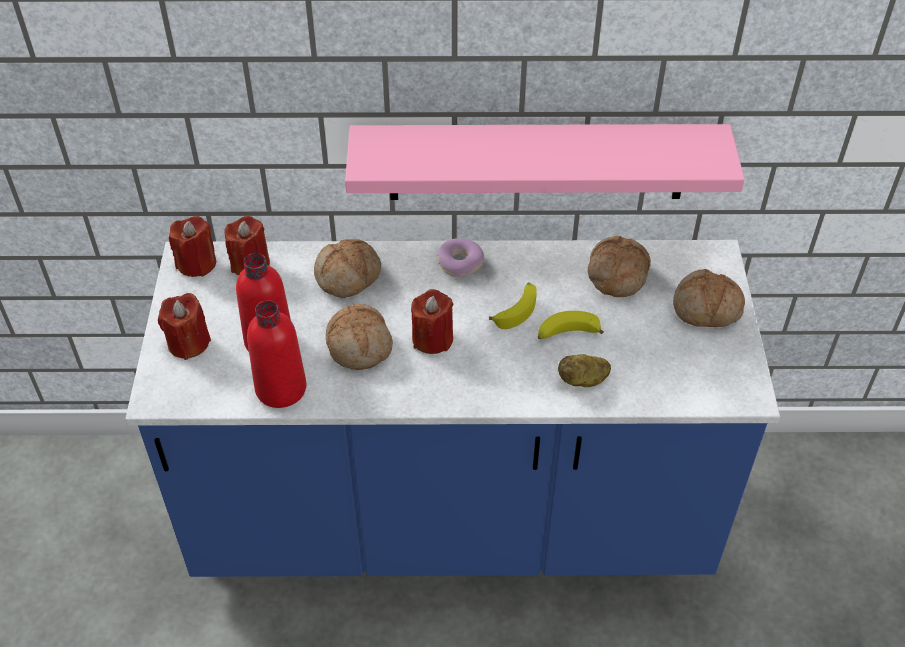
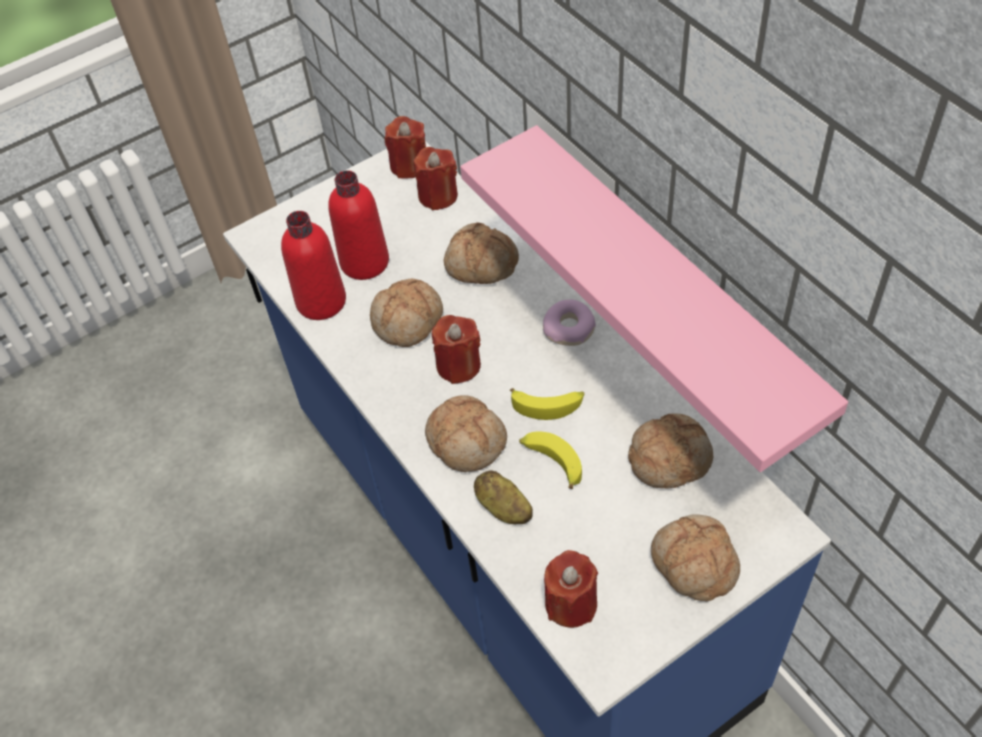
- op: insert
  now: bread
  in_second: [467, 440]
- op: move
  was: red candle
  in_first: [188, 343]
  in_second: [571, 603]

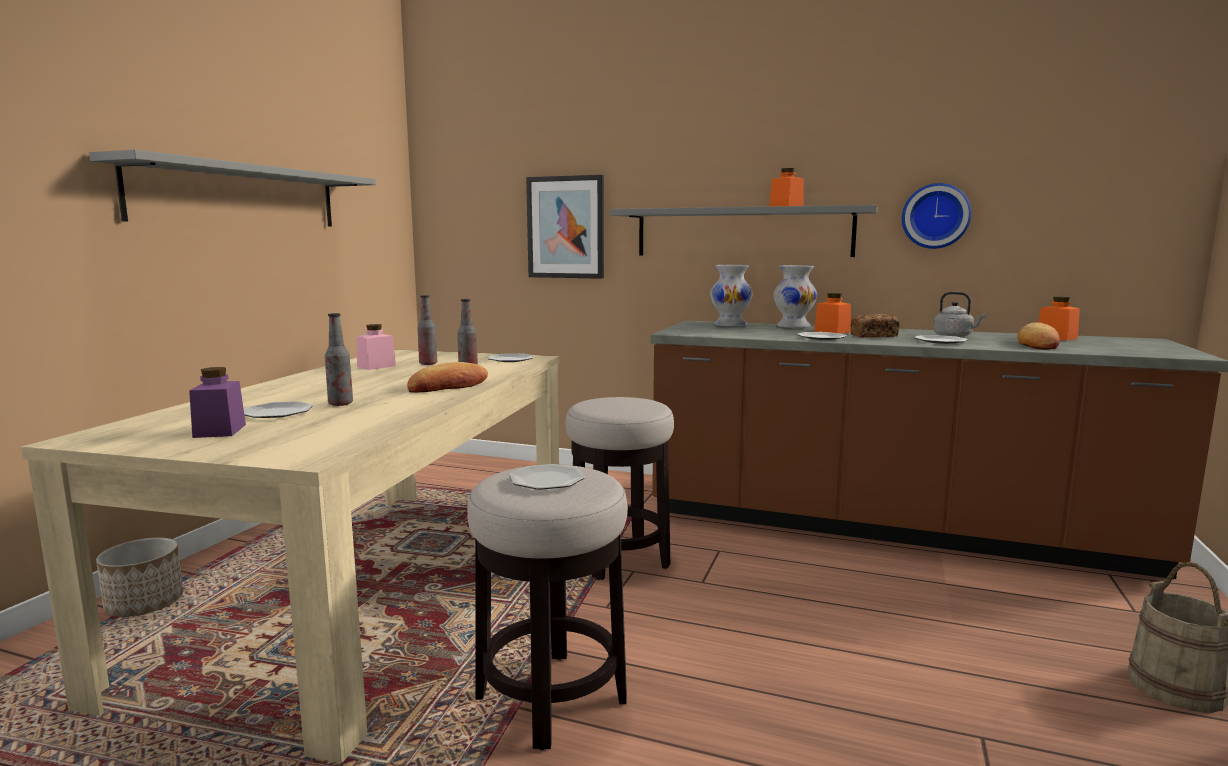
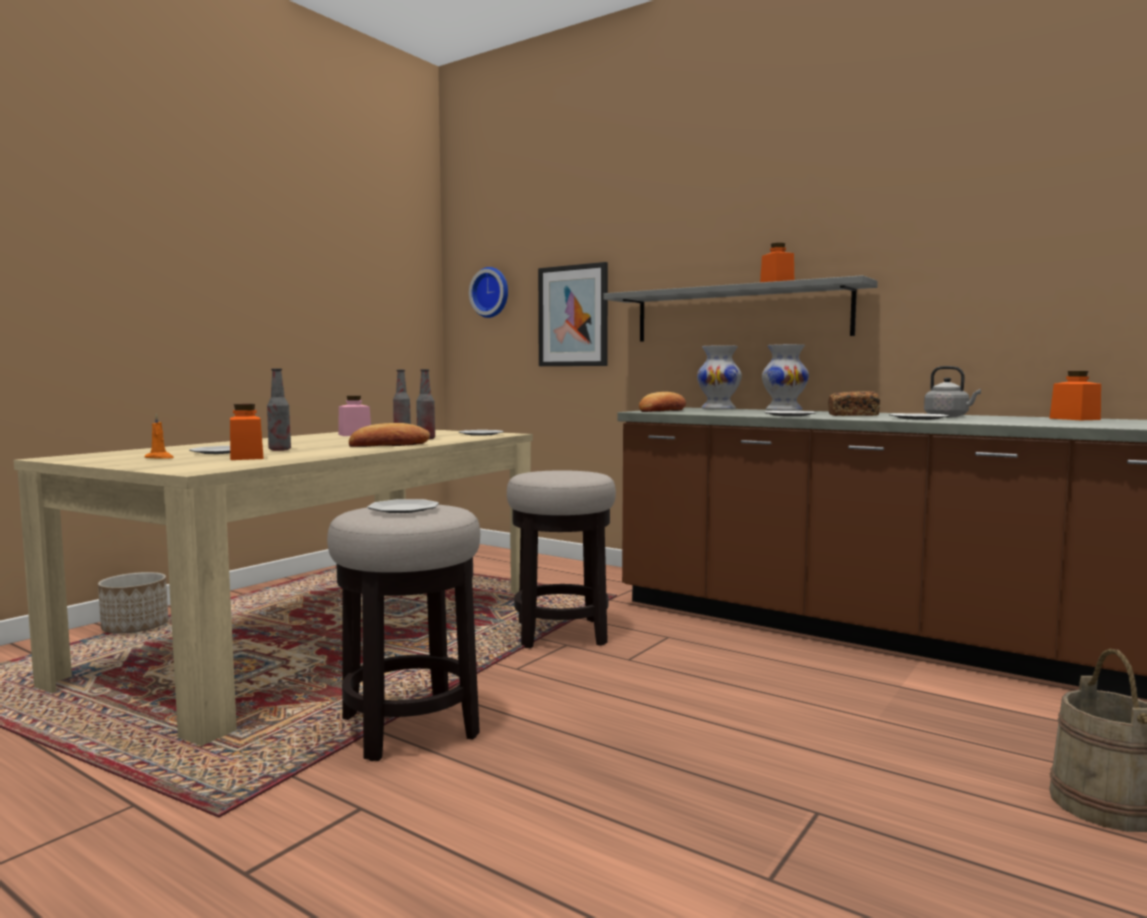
- op: delete
  was: grey shelf
  in_first: [240, 196]
- op: move
  was: orange jar
  in_first: [832, 331]
  in_second: [246, 457]
- op: move
  was: wall clock
  in_first: [935, 216]
  in_second: [491, 292]
- op: move
  was: bread
  in_first: [1038, 344]
  in_second: [662, 410]
- op: replace
  was: purple jar
  now: orange candle
  in_first: [220, 431]
  in_second: [160, 458]

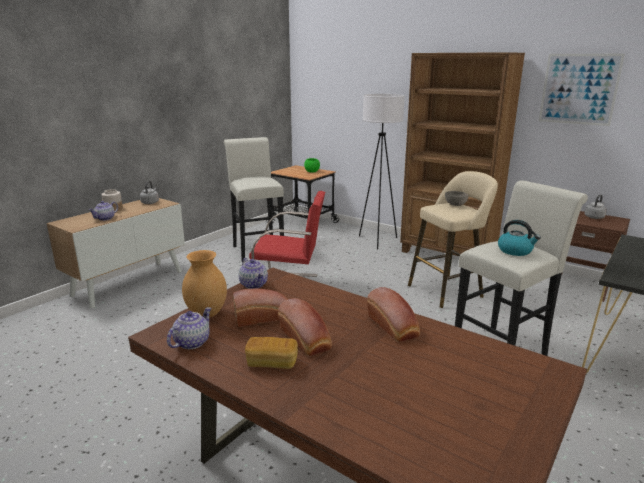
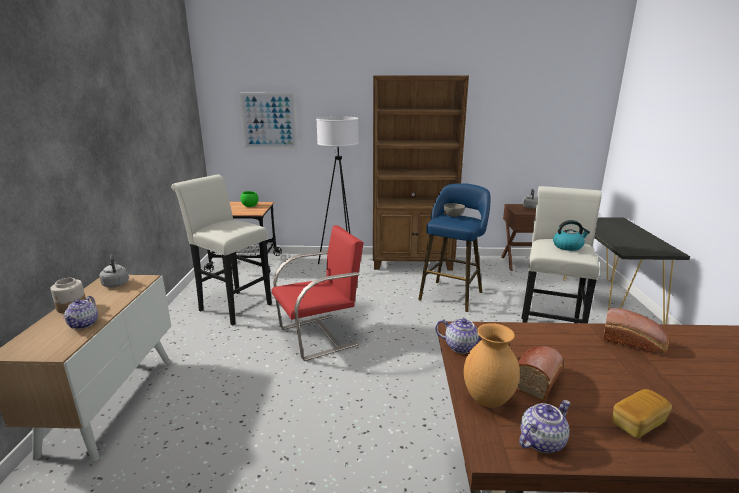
- op: delete
  was: bread
  in_first: [306, 340]
- op: move
  was: picture
  in_first: [579, 89]
  in_second: [269, 121]
- op: recolor
  was: beige stool
  now: blue stool
  in_first: [448, 290]
  in_second: [452, 294]
- op: rotate
  was: teapot
  in_first: [192, 342]
  in_second: [541, 441]
  clockwise: 60

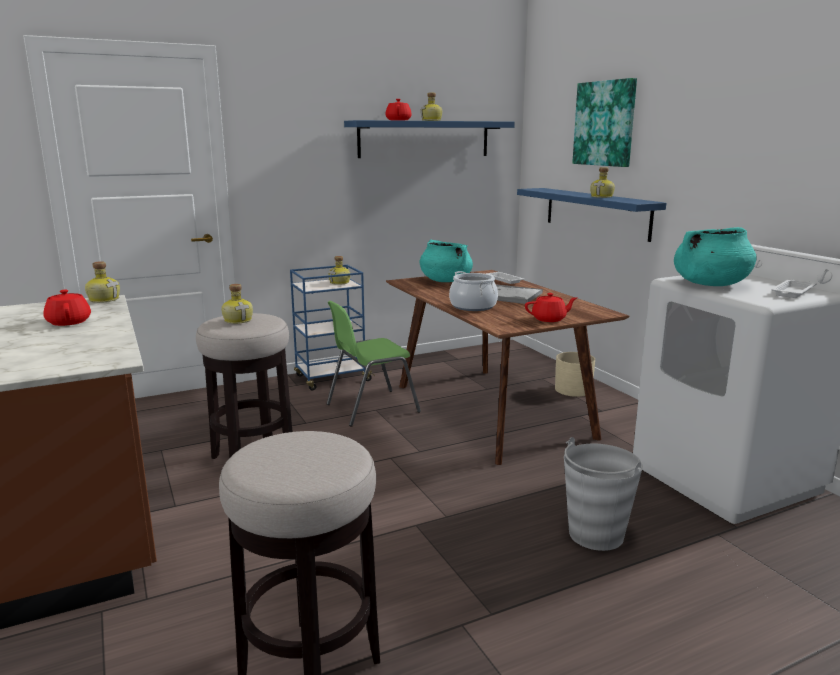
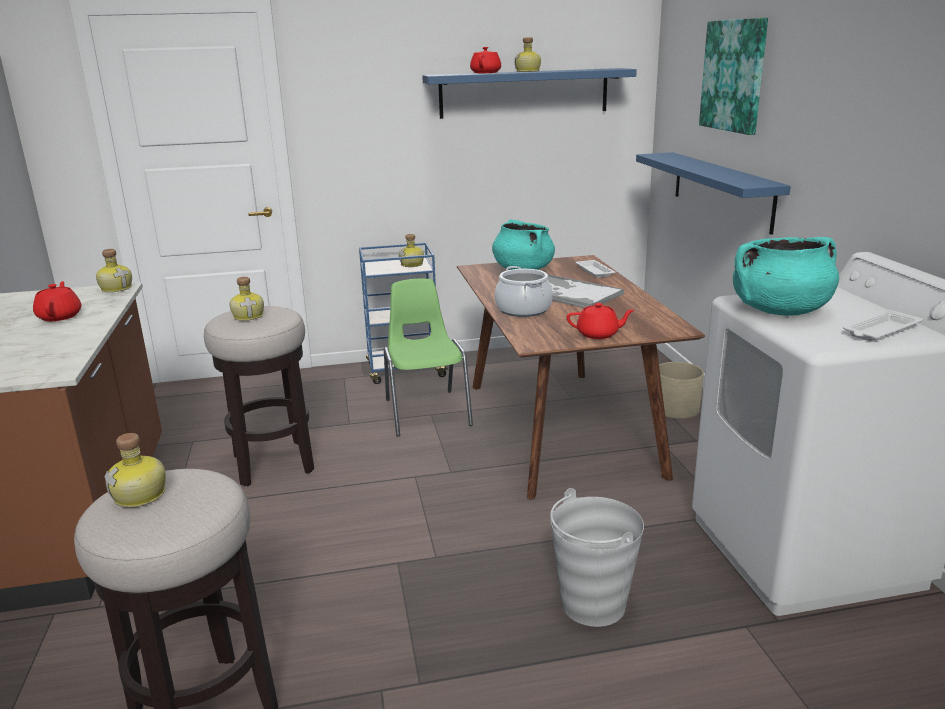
- op: move
  was: bottle
  in_first: [602, 197]
  in_second: [141, 495]
- op: rotate
  was: green chair
  in_first: [370, 408]
  in_second: [426, 412]
  clockwise: 90

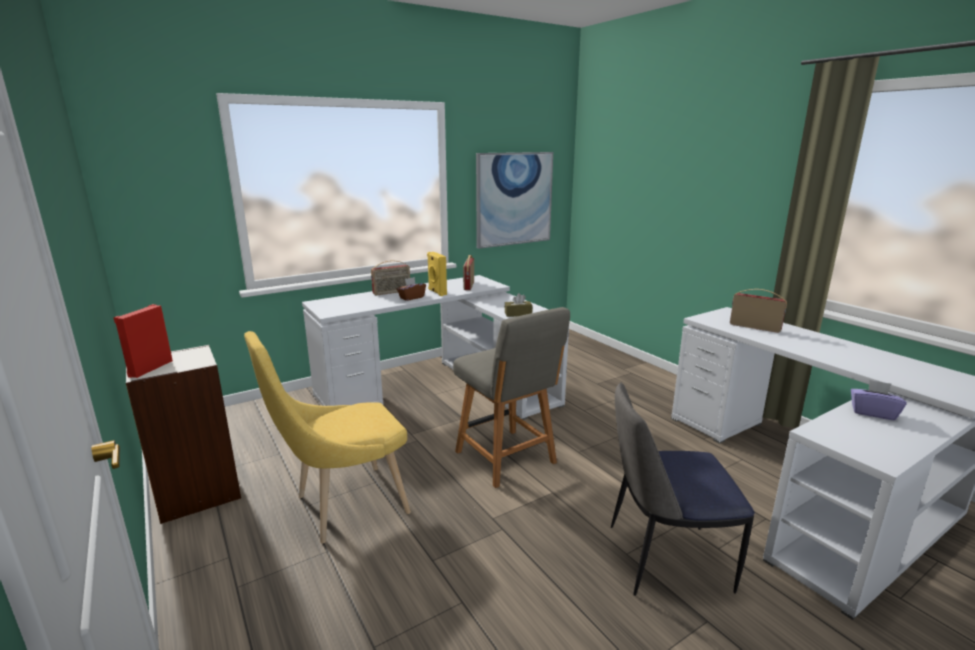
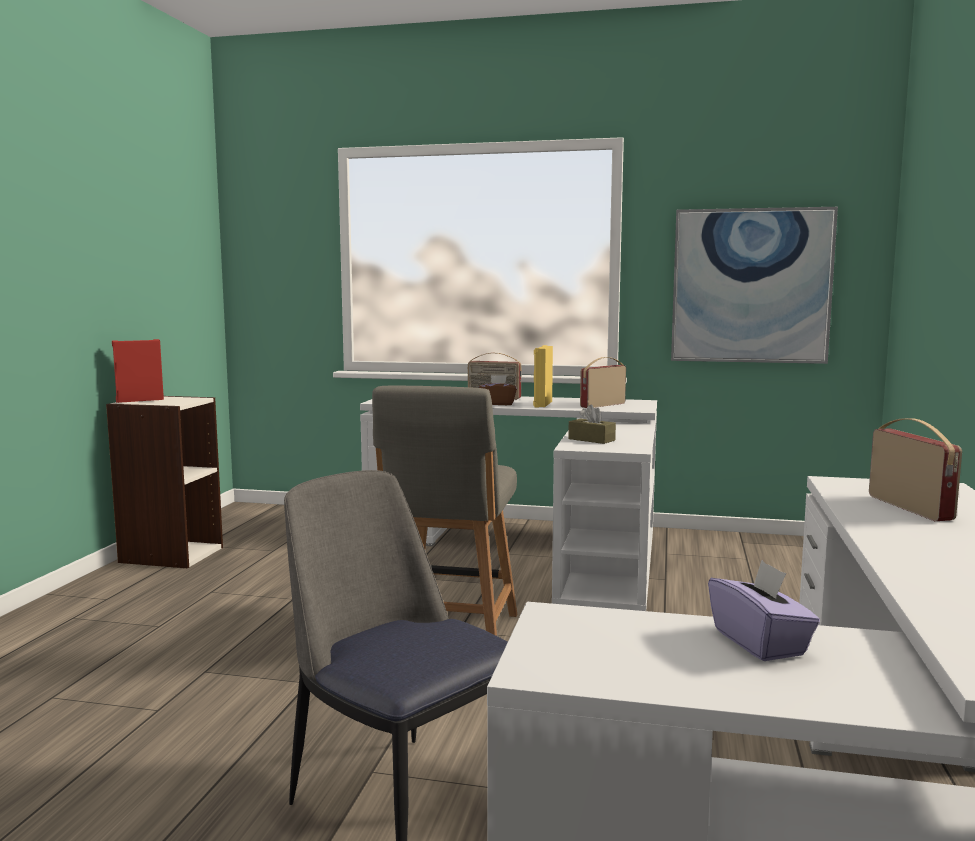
- op: delete
  was: yellow chair
  in_first: [344, 507]

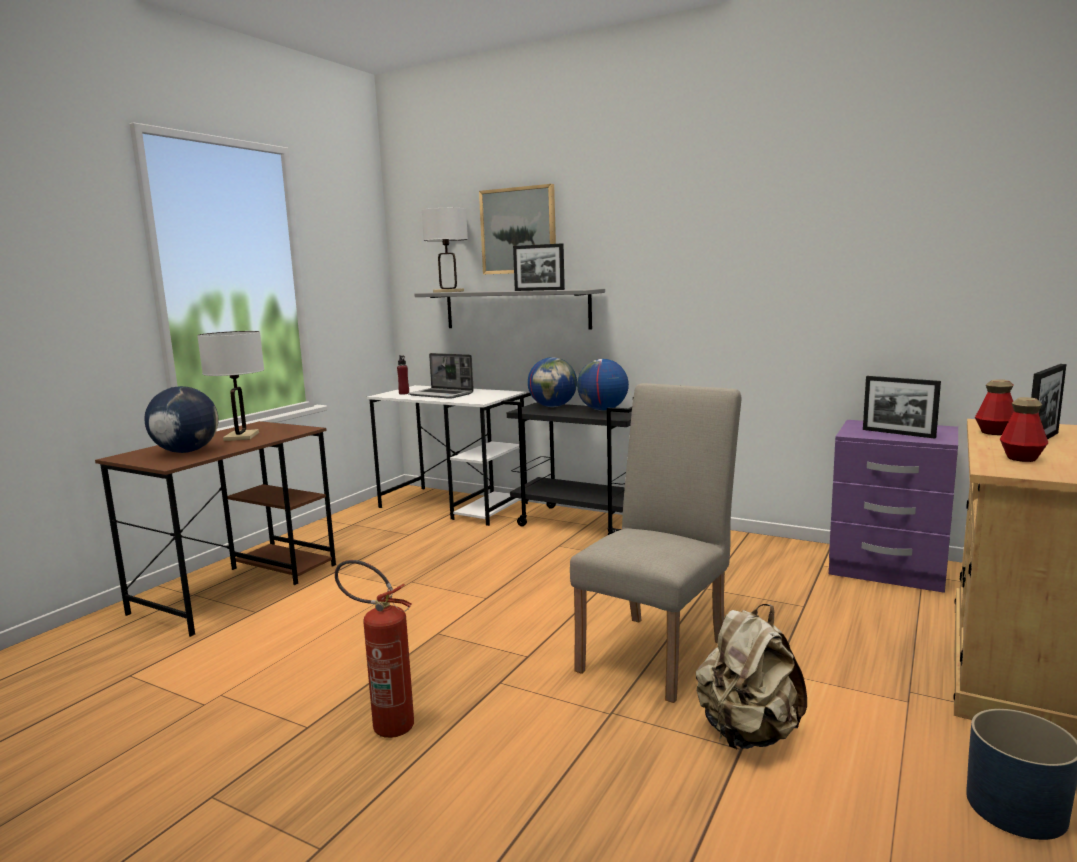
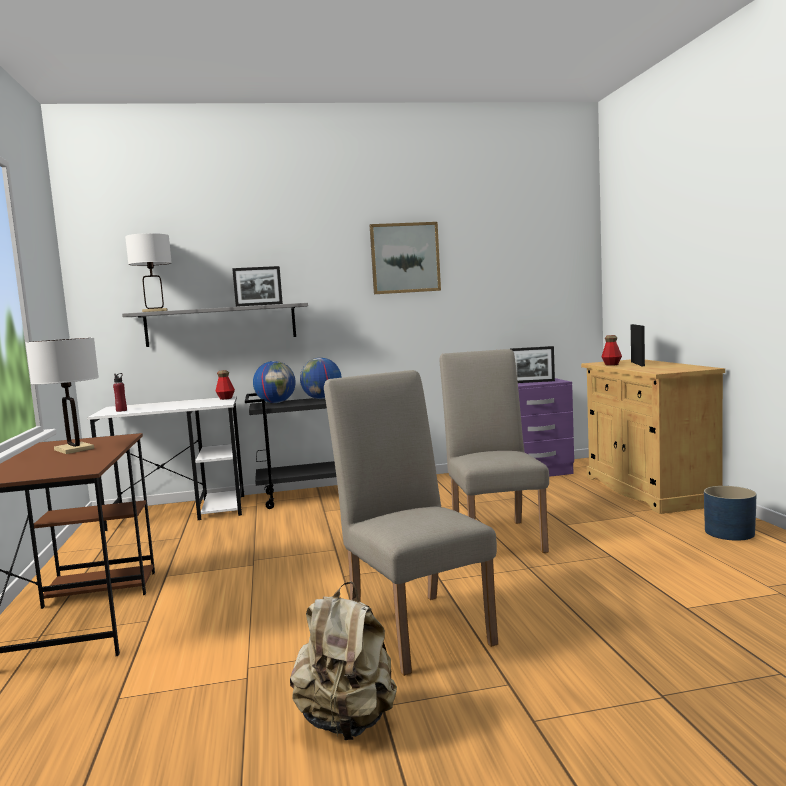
- op: delete
  was: globe
  in_first: [186, 451]
- op: delete
  was: laptop
  in_first: [442, 394]
- op: move
  was: picture
  in_first: [519, 231]
  in_second: [405, 258]
- op: move
  was: beige backpack
  in_first: [748, 733]
  in_second: [348, 721]
- op: move
  was: bottle
  in_first: [1021, 458]
  in_second: [225, 398]
- op: replace
  was: fire extinguisher
  now: beige chair
  in_first: [384, 725]
  in_second: [415, 625]

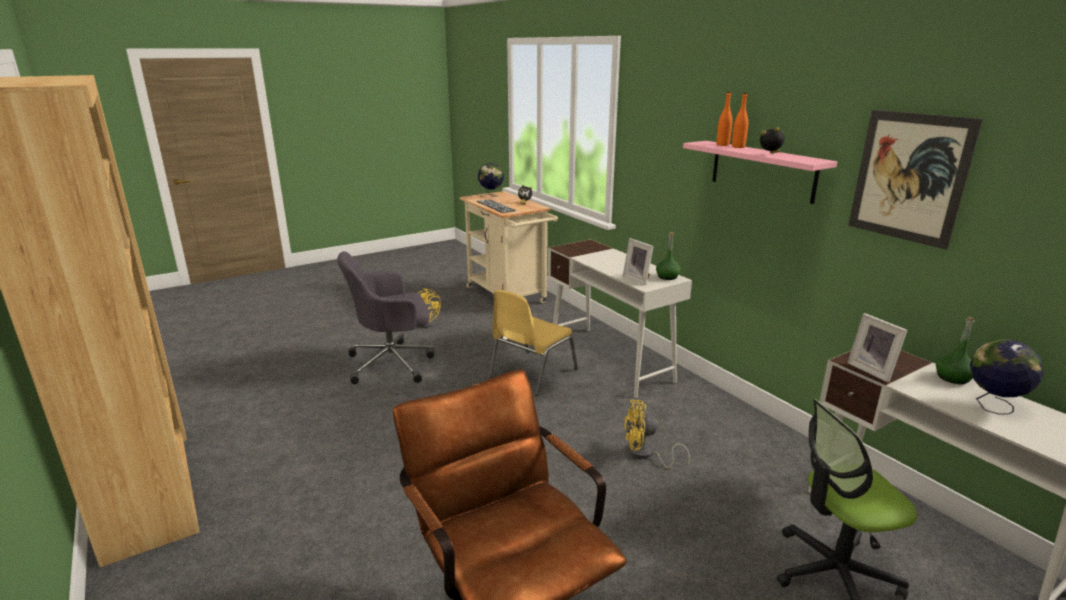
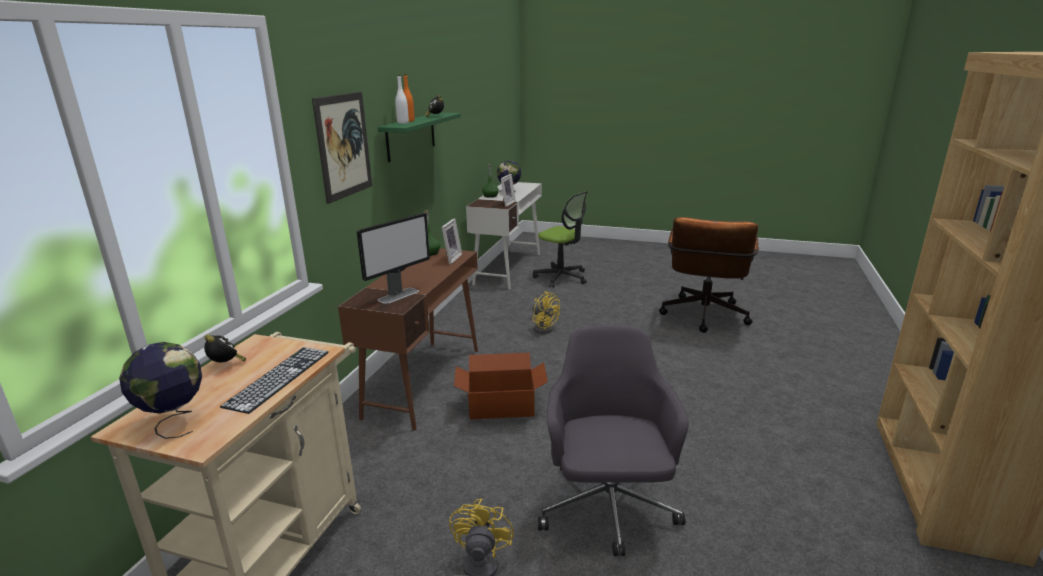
- op: insert
  now: monitor
  in_second: [399, 295]
- op: move
  was: picture
  in_first: [909, 177]
  in_second: [344, 146]
- op: replace
  was: yellow chair
  now: cardboard box
  in_first: [531, 373]
  in_second: [502, 407]
- op: recolor
  was: white desk
  now: brown desk
  in_first: [610, 360]
  in_second: [424, 381]
- op: recolor
  was: pink shelf
  now: green shelf
  in_first: [762, 171]
  in_second: [411, 136]
- op: recolor
  was: orange bottle
  now: white bottle
  in_first: [722, 145]
  in_second: [403, 123]
- op: rotate
  was: grey office chair
  in_first: [393, 363]
  in_second: [608, 508]
  clockwise: -120

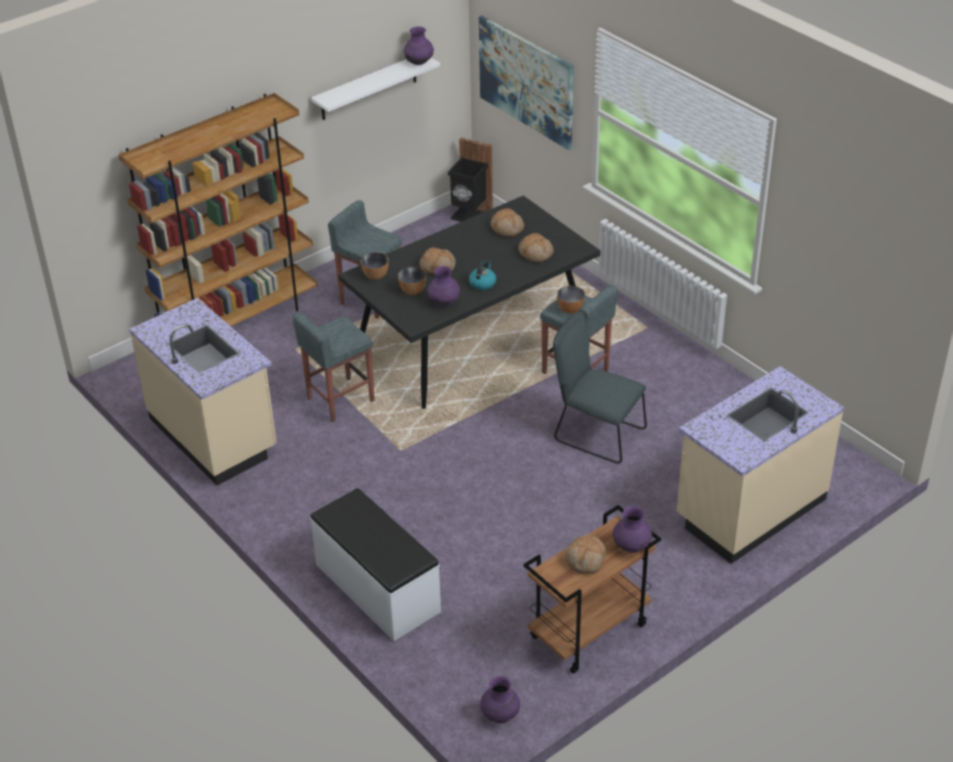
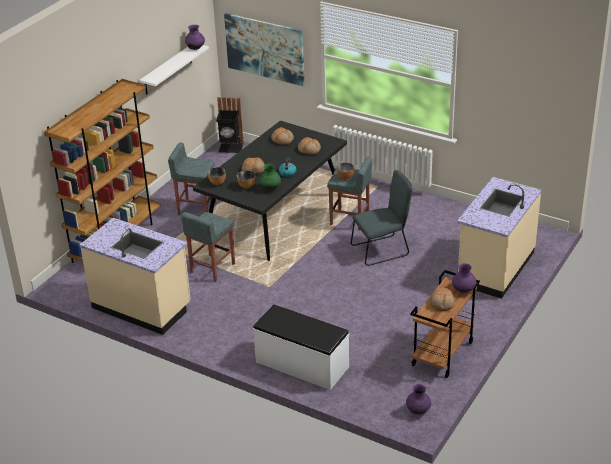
- op: recolor
  was: purple vase
  now: green vase
  in_first: [444, 303]
  in_second: [270, 188]
- op: rotate
  was: grey chair
  in_first: [596, 434]
  in_second: [382, 250]
  clockwise: 150

